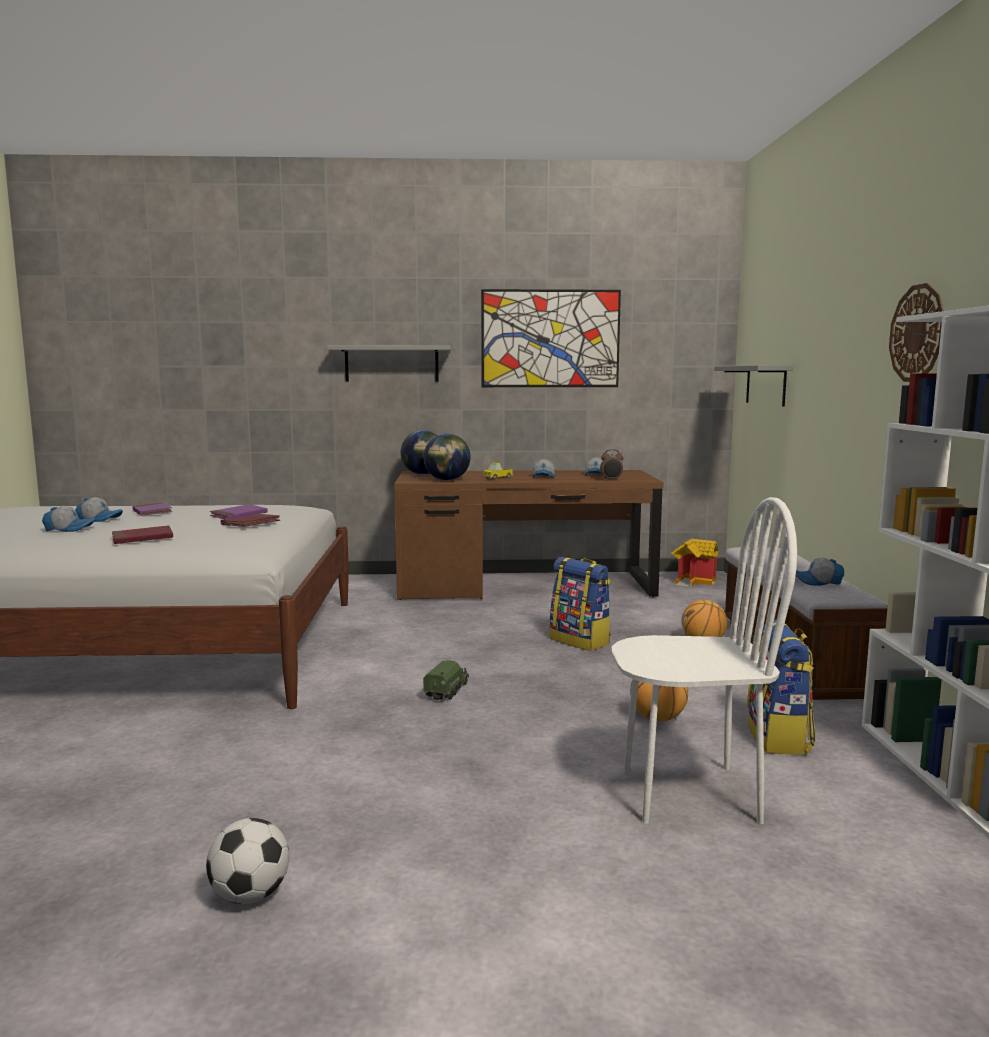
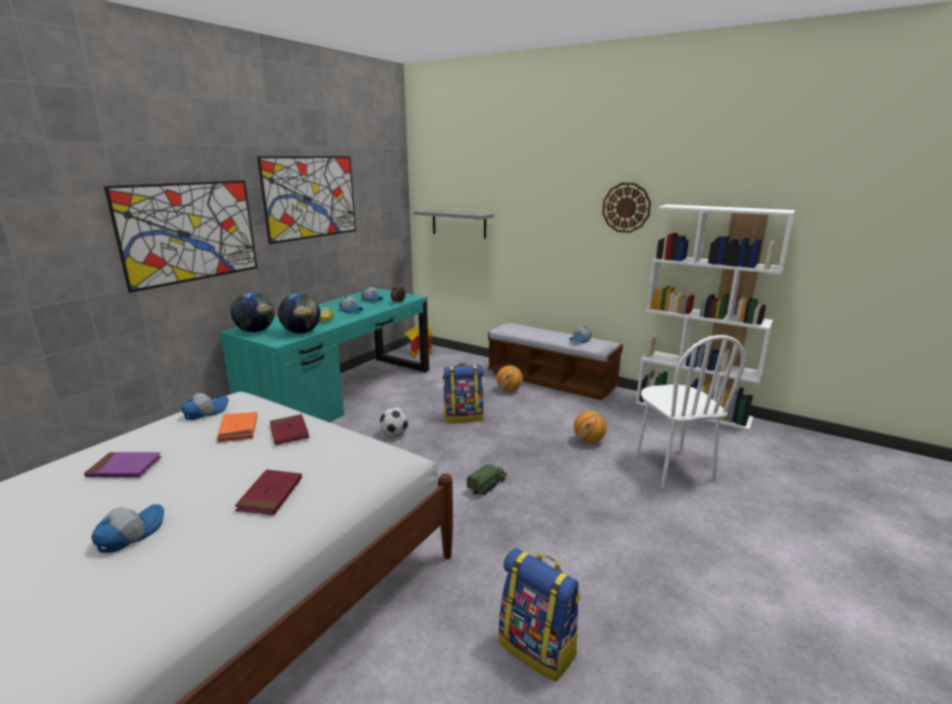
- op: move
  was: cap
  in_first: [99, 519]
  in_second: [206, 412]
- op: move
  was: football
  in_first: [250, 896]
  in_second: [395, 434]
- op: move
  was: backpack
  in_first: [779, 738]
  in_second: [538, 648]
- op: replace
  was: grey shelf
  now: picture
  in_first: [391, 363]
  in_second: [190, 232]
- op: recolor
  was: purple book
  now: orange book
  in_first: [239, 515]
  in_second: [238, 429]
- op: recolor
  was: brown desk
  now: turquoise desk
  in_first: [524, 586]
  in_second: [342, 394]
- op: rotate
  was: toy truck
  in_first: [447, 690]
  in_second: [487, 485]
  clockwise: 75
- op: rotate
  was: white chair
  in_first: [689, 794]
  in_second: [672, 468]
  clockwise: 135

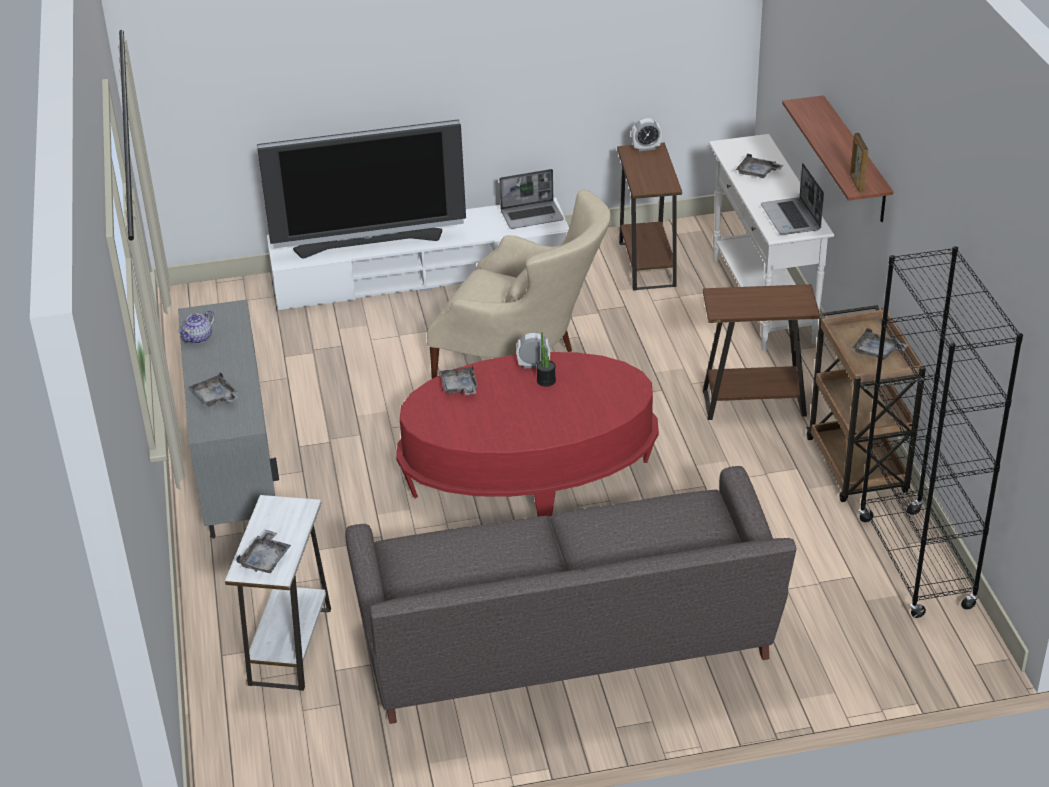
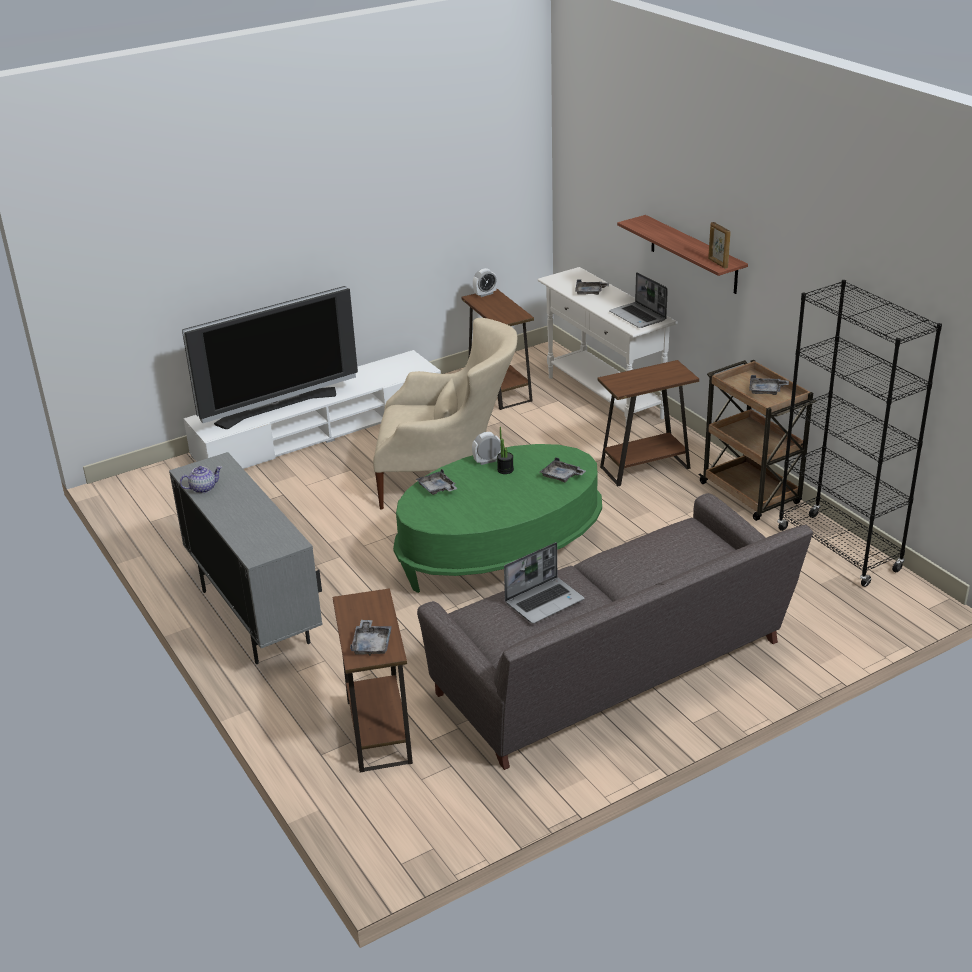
- op: move
  was: grey tray
  in_first: [215, 397]
  in_second: [561, 476]
- op: move
  was: laptop
  in_first: [532, 216]
  in_second: [544, 601]
- op: recolor
  was: white side table
  now: brown side table
  in_first: [290, 646]
  in_second: [379, 731]
- op: recolor
  was: red coffee table
  now: green coffee table
  in_first: [529, 473]
  in_second: [501, 554]
- op: rotate
  was: teapot
  in_first: [198, 338]
  in_second: [203, 488]
  clockwise: -135

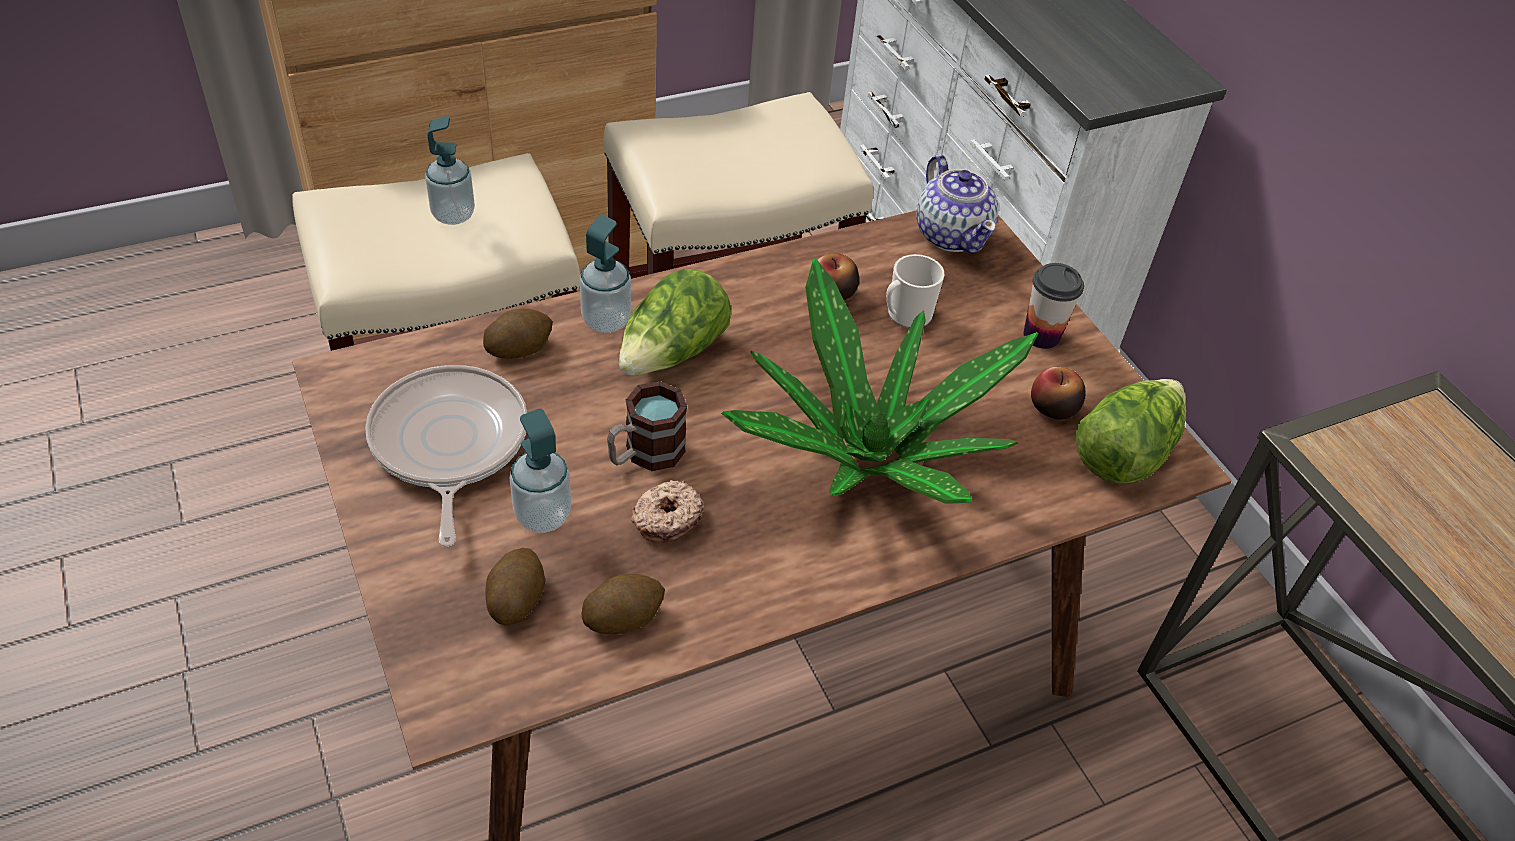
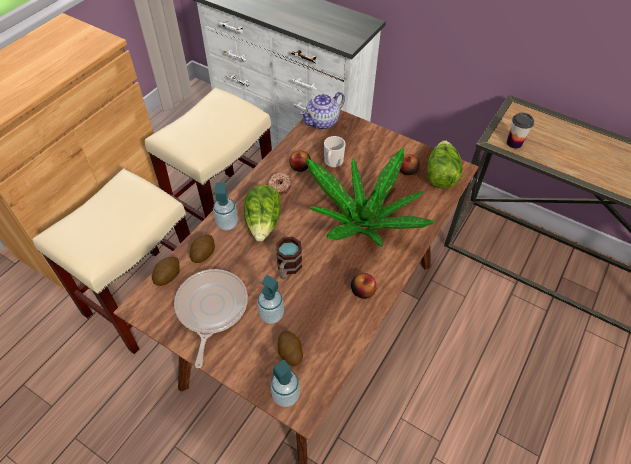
- op: insert
  now: apple
  in_second: [362, 291]
- op: move
  was: soap dispenser
  in_first: [453, 215]
  in_second: [286, 395]
- op: move
  was: potato
  in_first: [623, 617]
  in_second: [167, 276]
- op: move
  was: donut
  in_first: [666, 518]
  in_second: [279, 187]
- op: move
  was: cup
  in_first: [1041, 336]
  in_second: [514, 143]
- op: rotate
  was: frying pan
  in_first: [448, 445]
  in_second: [211, 309]
  clockwise: 45
- op: rotate
  was: teapot
  in_first: [952, 234]
  in_second: [322, 122]
  clockwise: 105

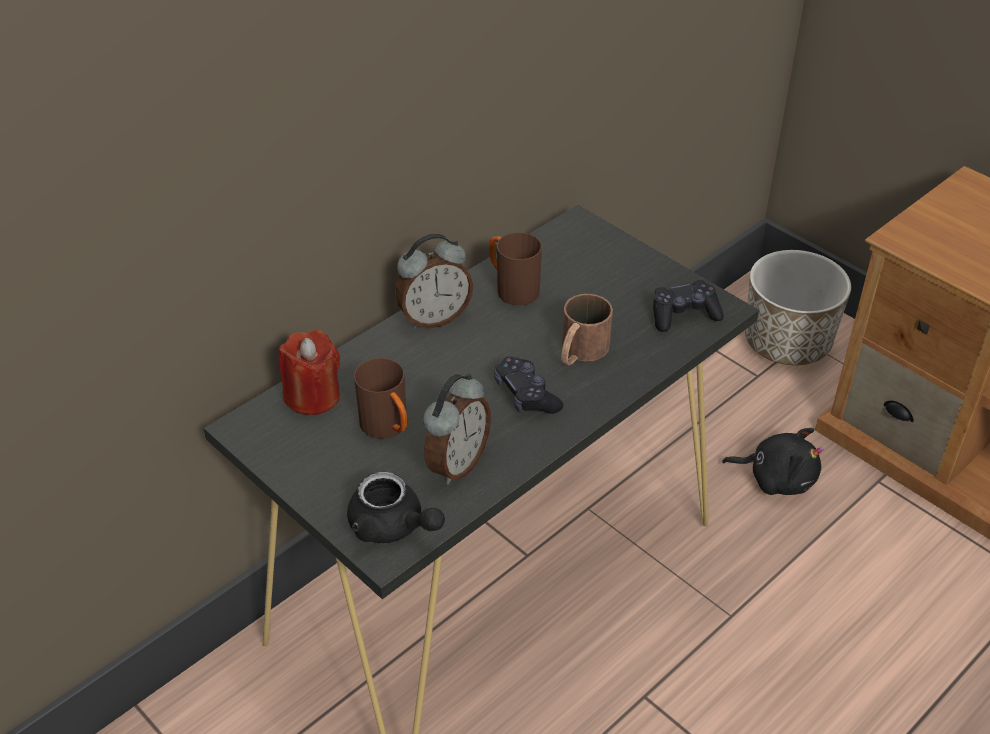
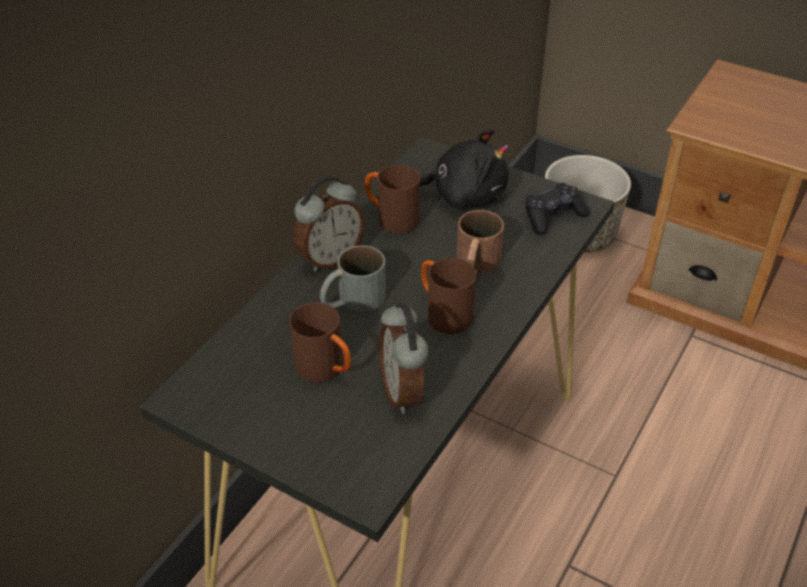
- op: delete
  was: red candle
  in_first: [313, 396]
- op: delete
  was: black teapot
  in_first: [392, 527]
- op: insert
  now: grey mug
  in_second: [352, 300]
- op: move
  was: black plush toy
  in_first: [777, 478]
  in_second: [463, 195]
- op: replace
  was: black game controller
  now: brown mug
  in_first: [526, 395]
  in_second: [443, 314]
- op: rotate
  was: alarm clock
  in_first: [456, 464]
  in_second: [403, 392]
  clockwise: 150

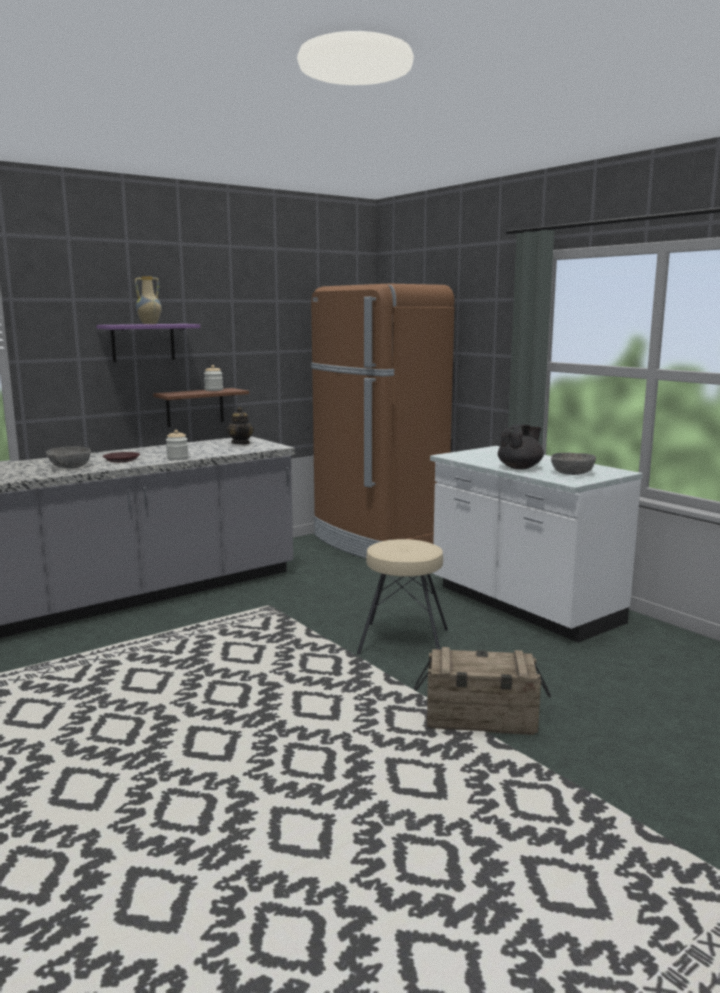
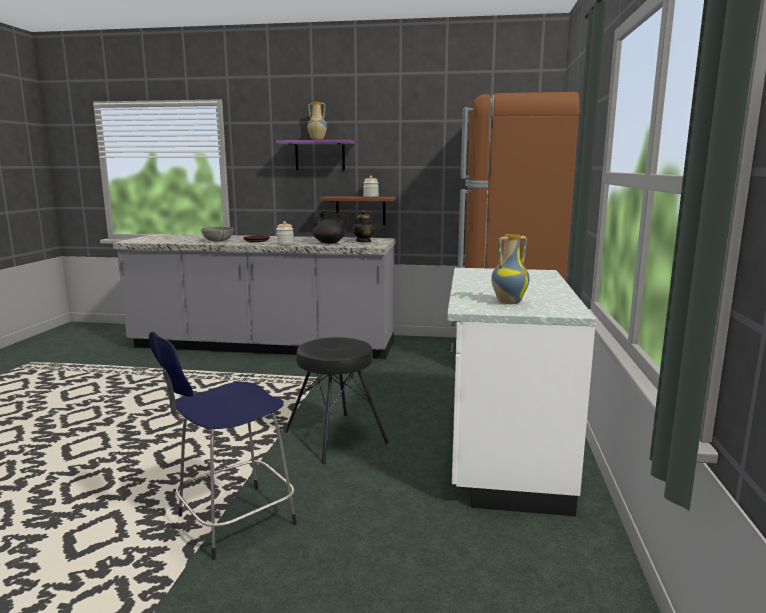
- op: move
  was: black teapot
  in_first: [520, 467]
  in_second: [330, 243]
- op: replace
  was: crate
  now: blue stool
  in_first: [480, 719]
  in_second: [232, 521]
- op: replace
  was: grey bowl
  now: vase
  in_first: [572, 473]
  in_second: [508, 302]
- op: recolor
  was: beige stool
  now: black stool
  in_first: [403, 640]
  in_second: [336, 436]

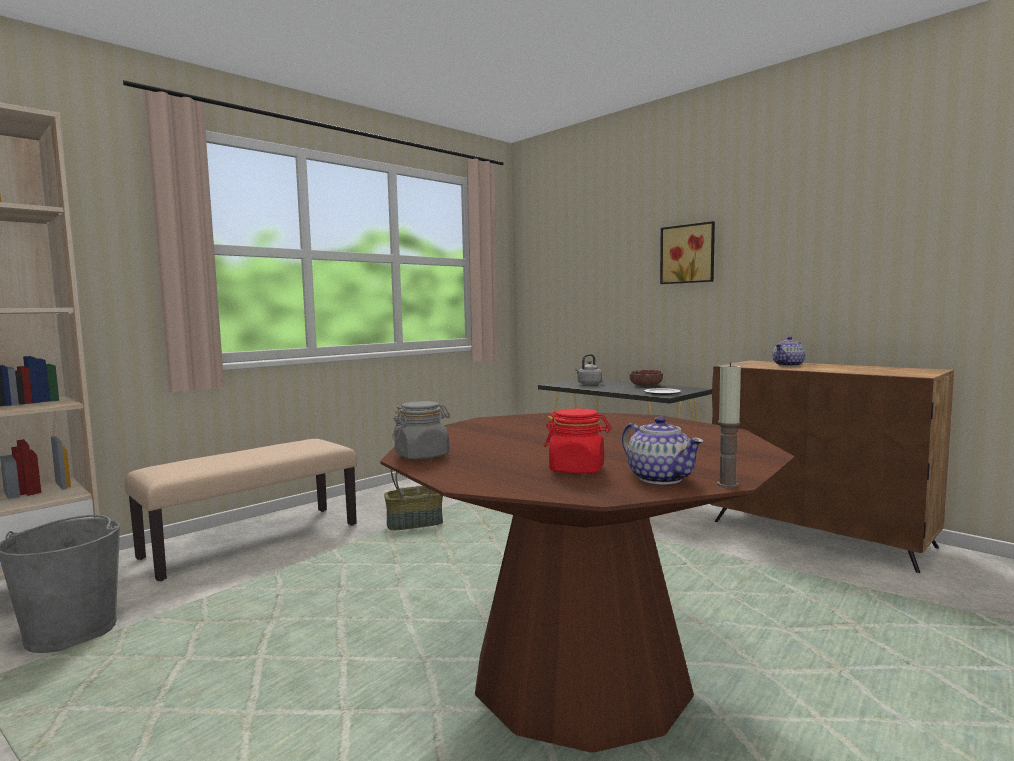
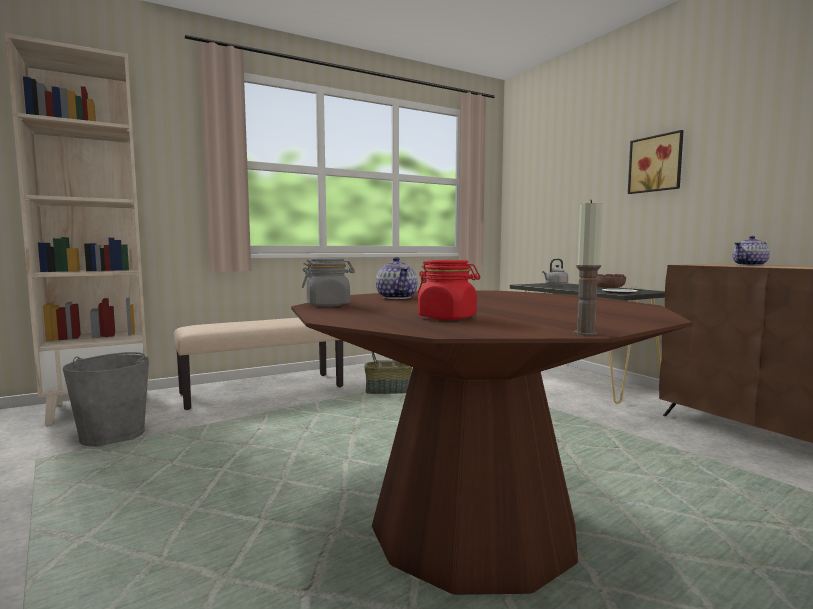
- op: move
  was: teapot
  in_first: [659, 478]
  in_second: [397, 297]

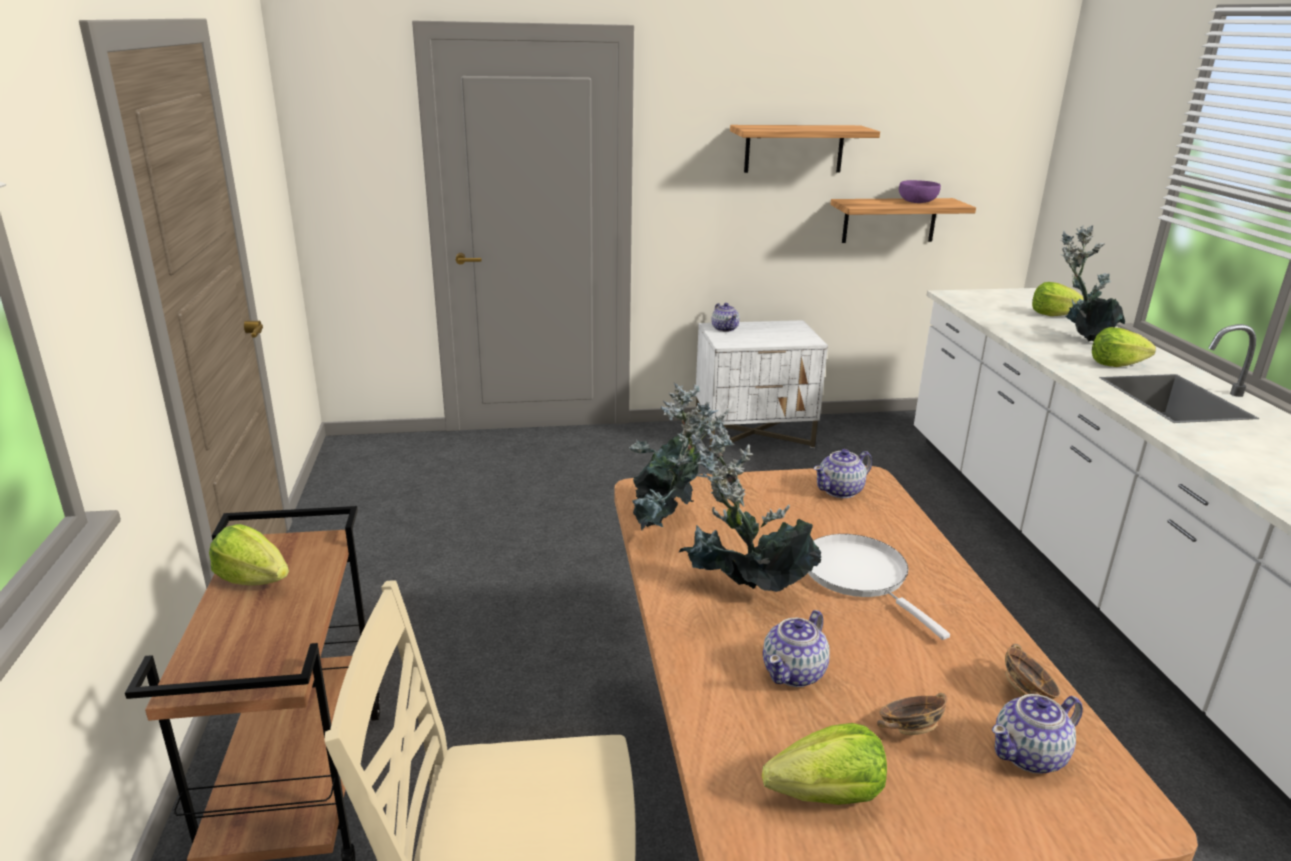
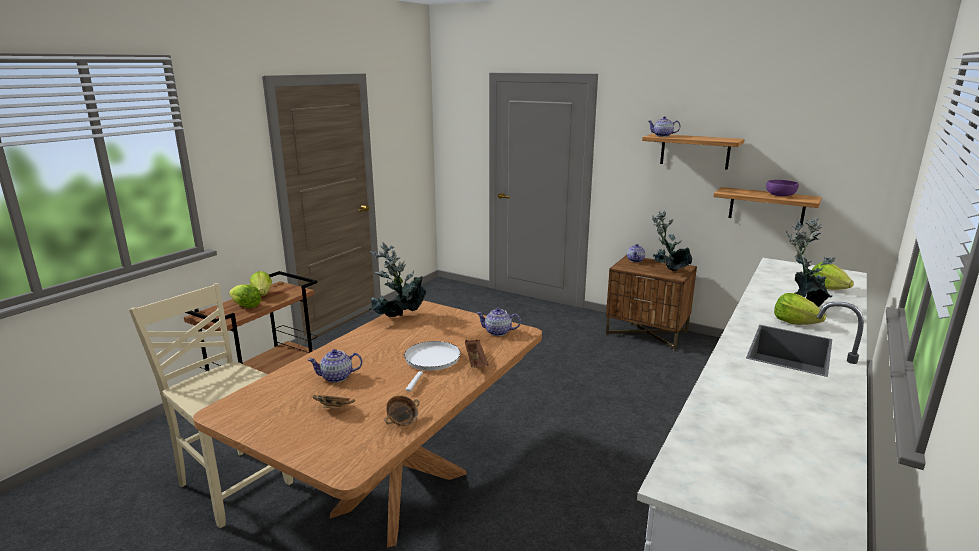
- op: insert
  now: brown tray
  in_second: [476, 362]
- op: move
  was: potted plant
  in_first: [740, 593]
  in_second: [667, 271]
- op: move
  was: lettuce
  in_first: [827, 795]
  in_second: [245, 306]
- op: move
  was: teapot
  in_first: [1030, 755]
  in_second: [662, 136]
- op: recolor
  was: white nightstand
  now: brown nightstand
  in_first: [754, 434]
  in_second: [647, 333]

